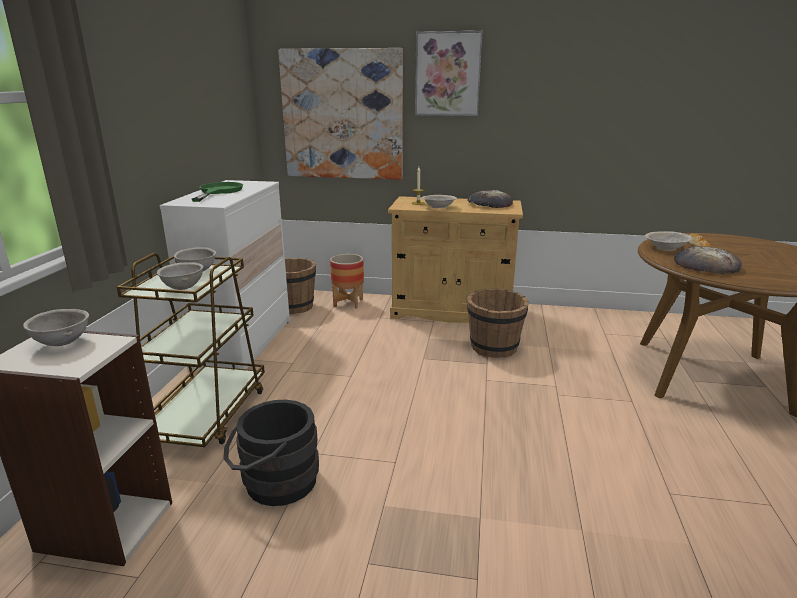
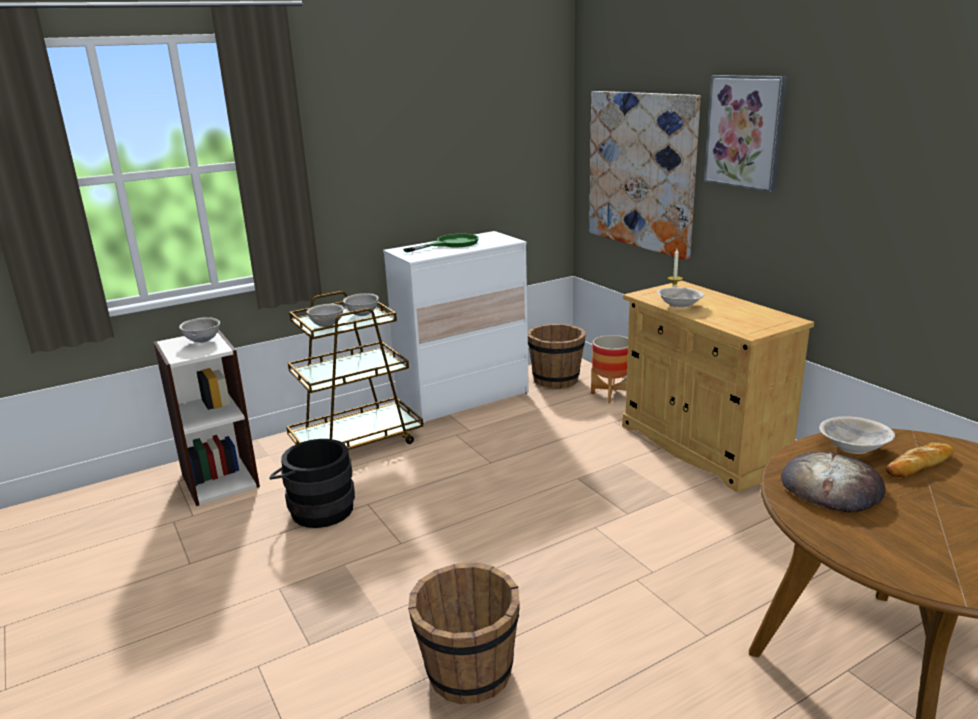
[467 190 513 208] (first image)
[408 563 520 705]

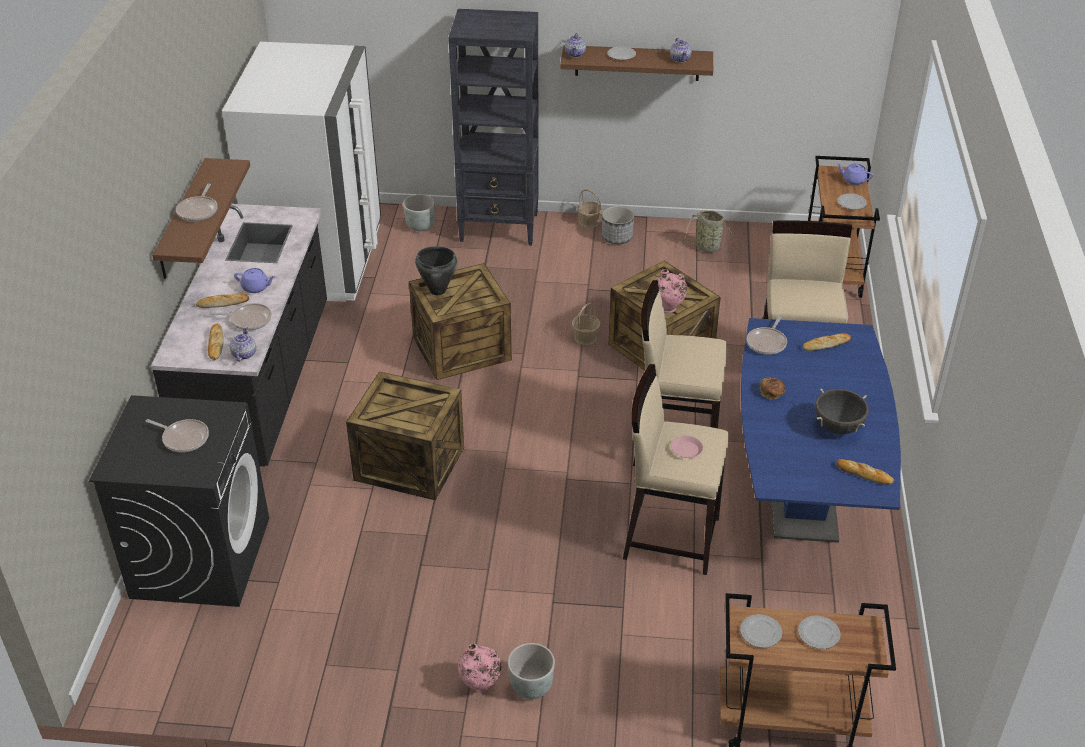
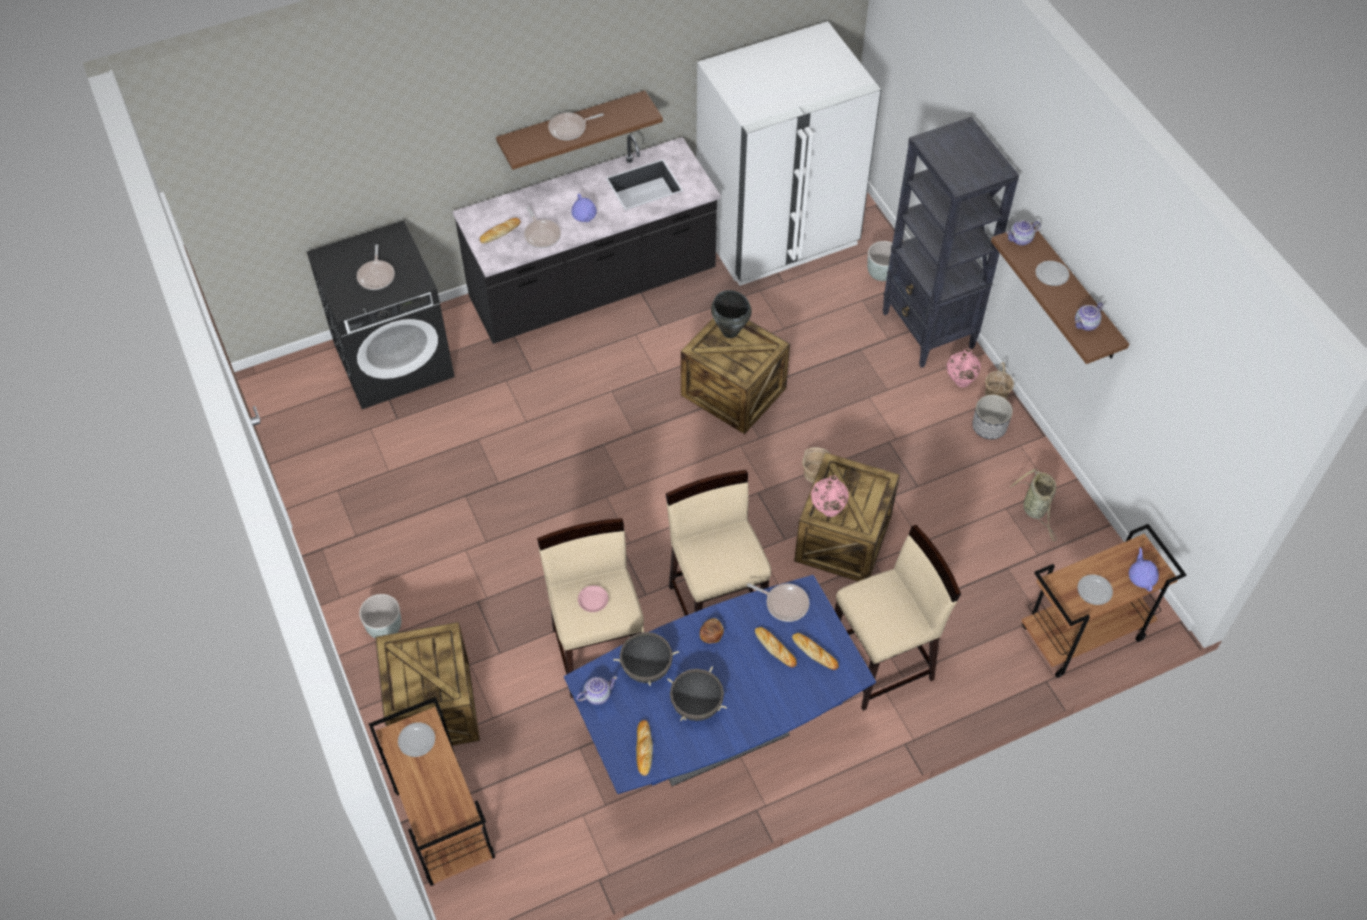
[755 627 797 668]
[747 583 809 622]
[576 676 617 705]
[375 622 480 746]
[798 616 840 649] (first image)
[947 348 981 387]
[613 627 679 686]

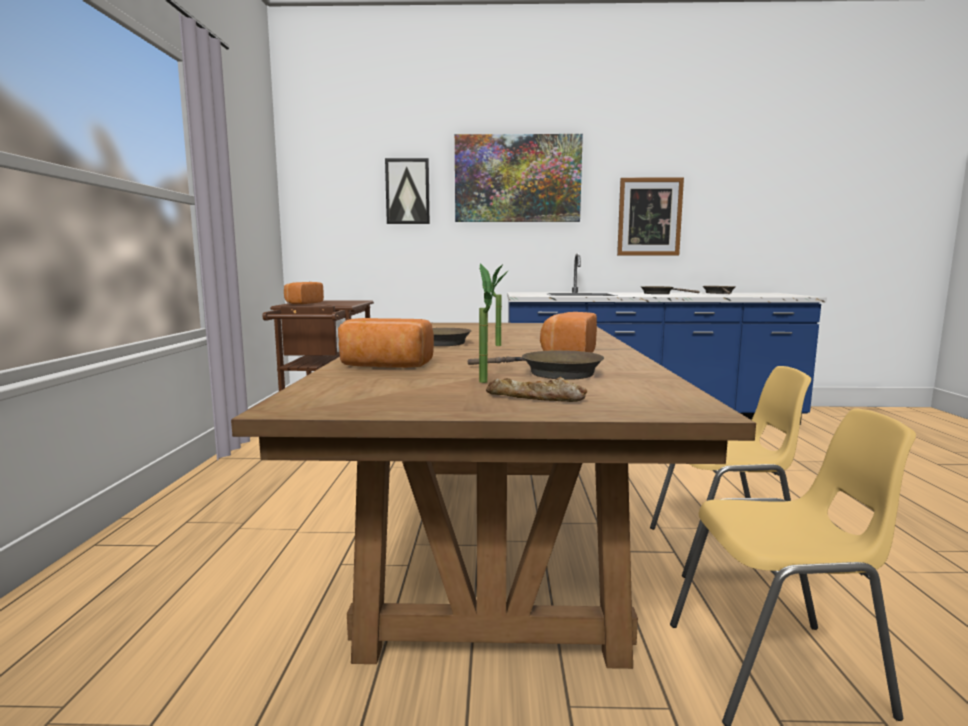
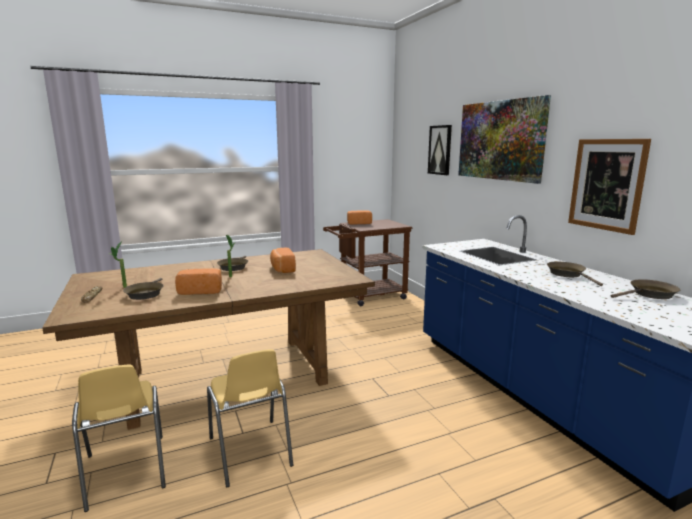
[270 248 296 273]

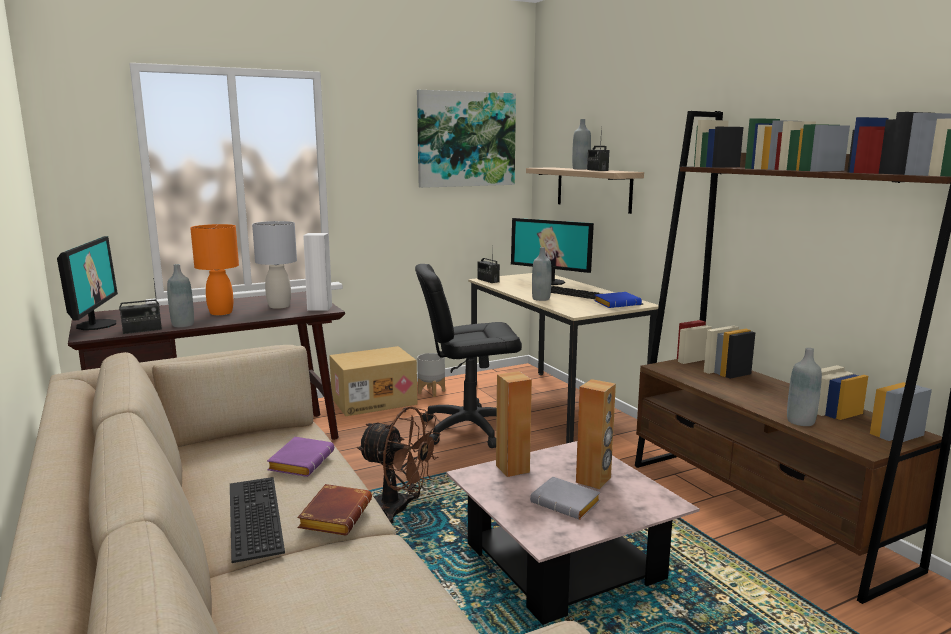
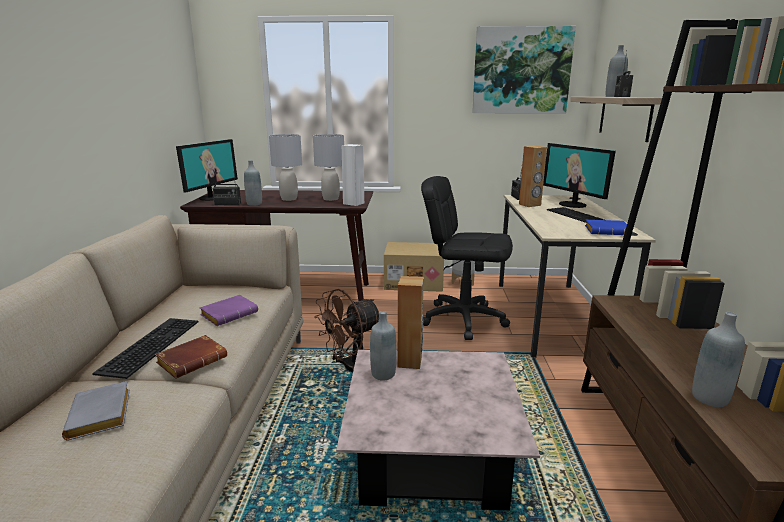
[269 134 302 201]
[370 311 396 381]
[519 146 547 207]
[314 289 379 373]
[62 381 130 440]

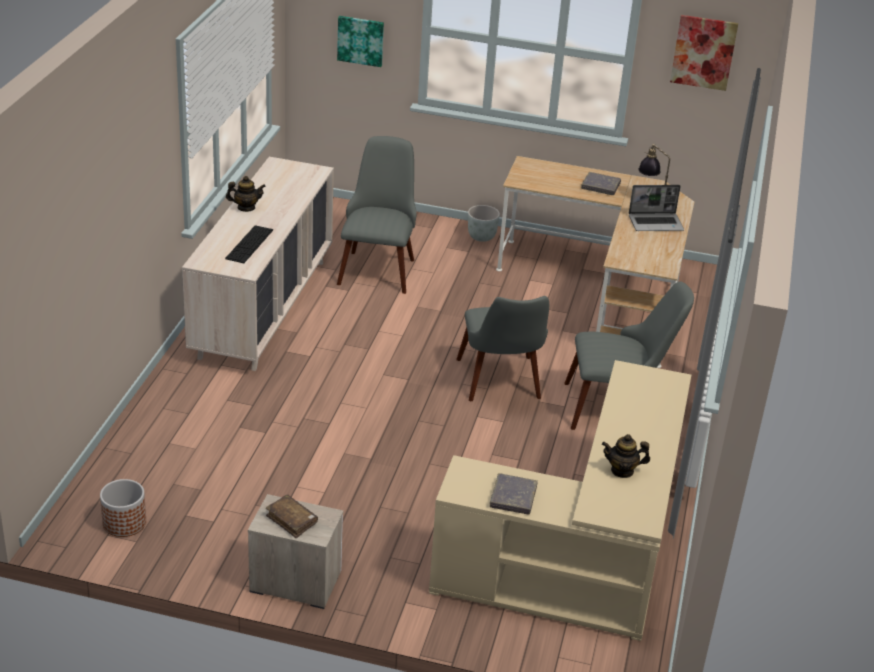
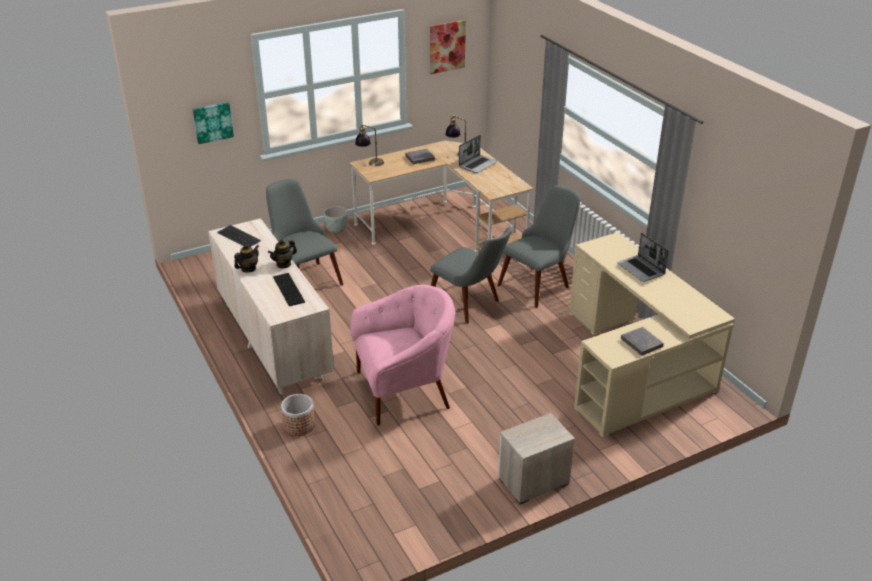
[268 239 297 269]
[281 394 315 436]
[266 495 318 538] (first image)
[355 124 384 166]
[217 225 261 247]
[617 233 669 282]
[350 285 455 425]

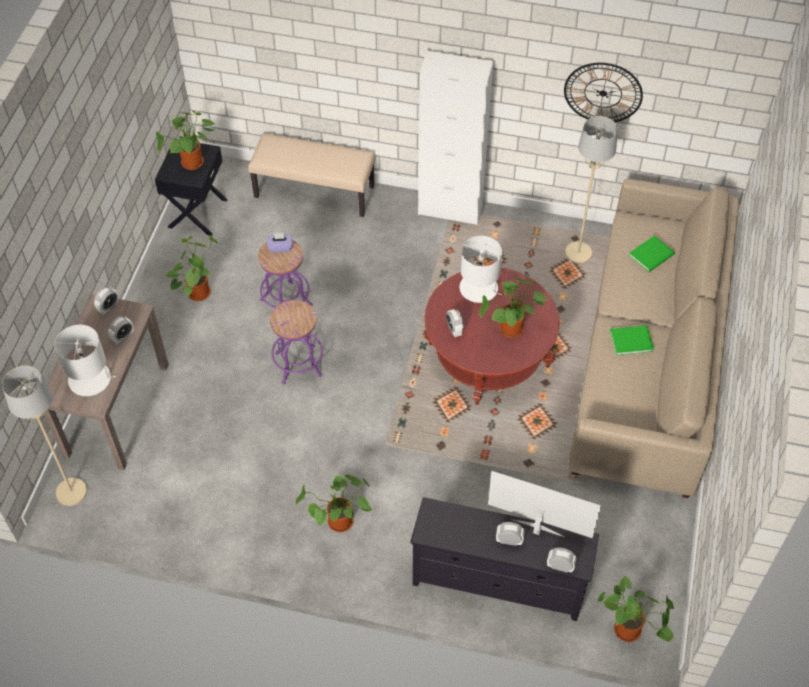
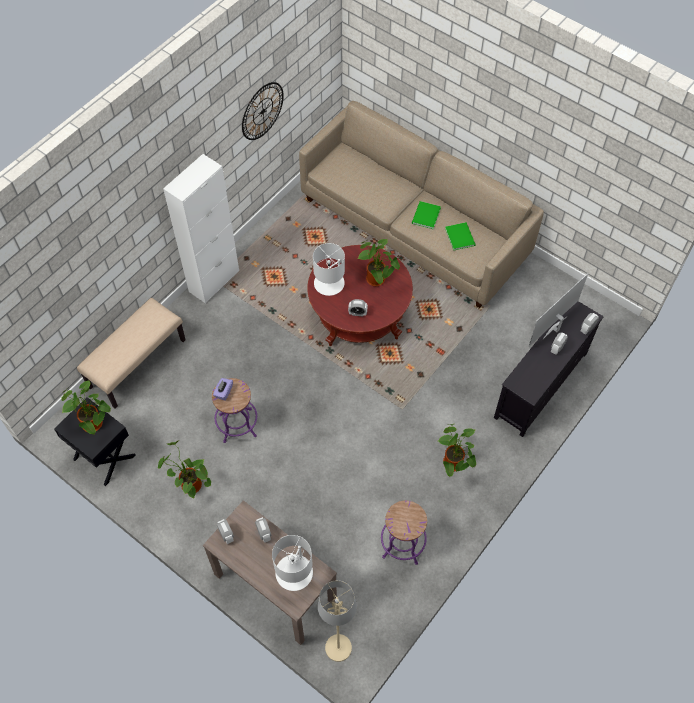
[565 116 618 263] (first image)
[445 222 476 250]
[381 501 427 565]
[597 575 674 642] (first image)

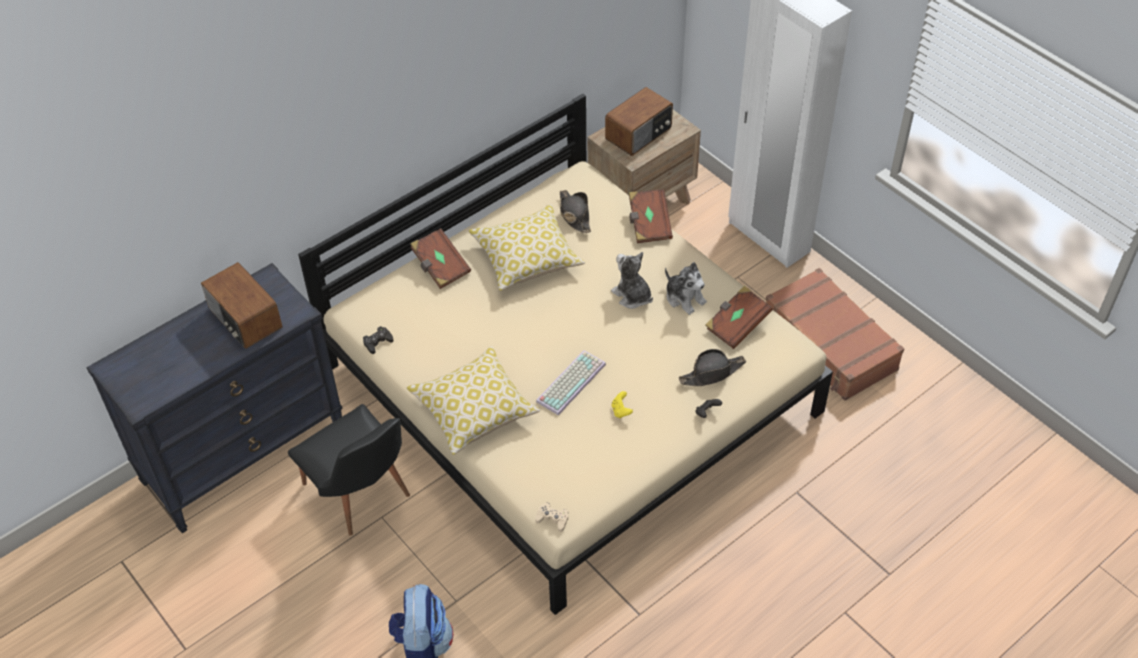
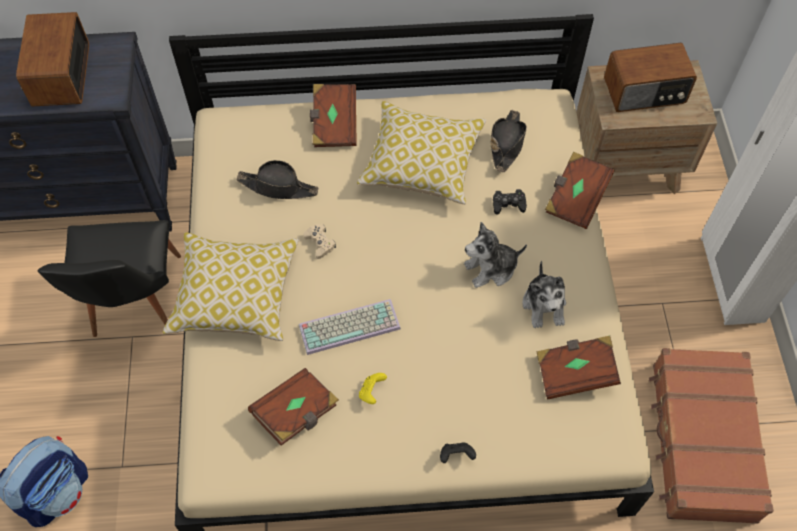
[464 222 527 288]
[493 189 527 214]
[237 160 318 199]
[303 224 336 259]
[248 368 339 446]

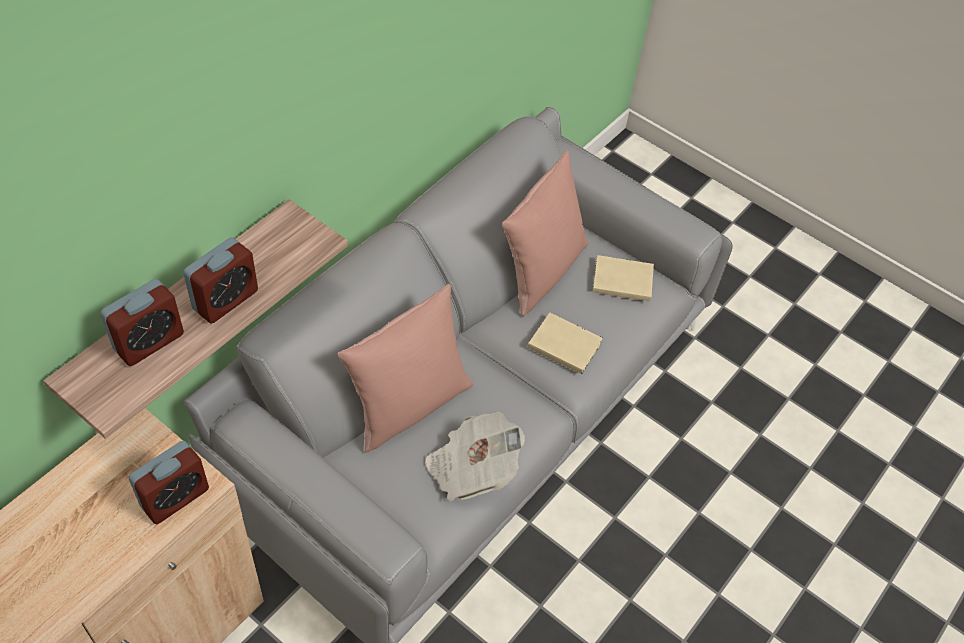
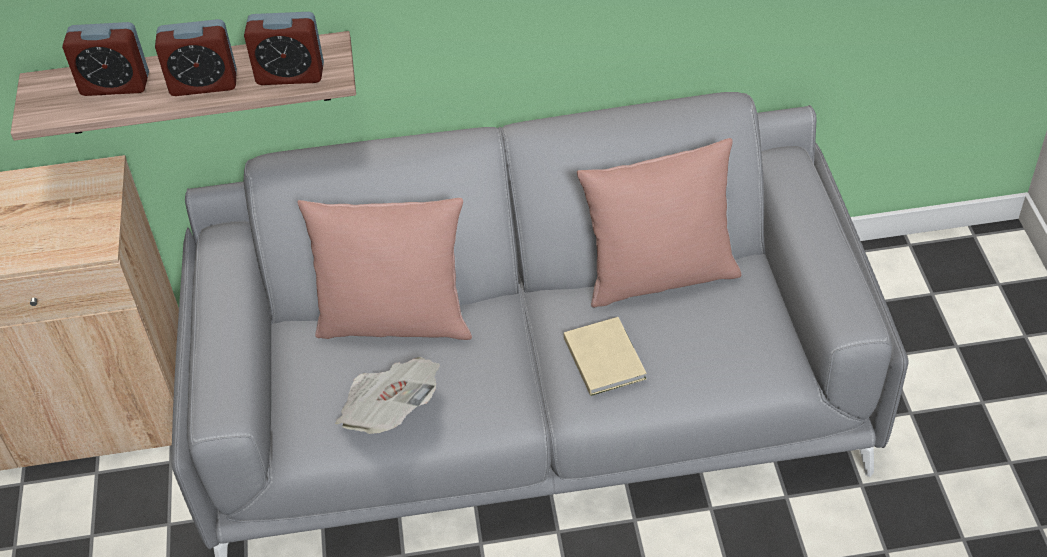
[593 255 654 301] (first image)
[244 12 324 85]

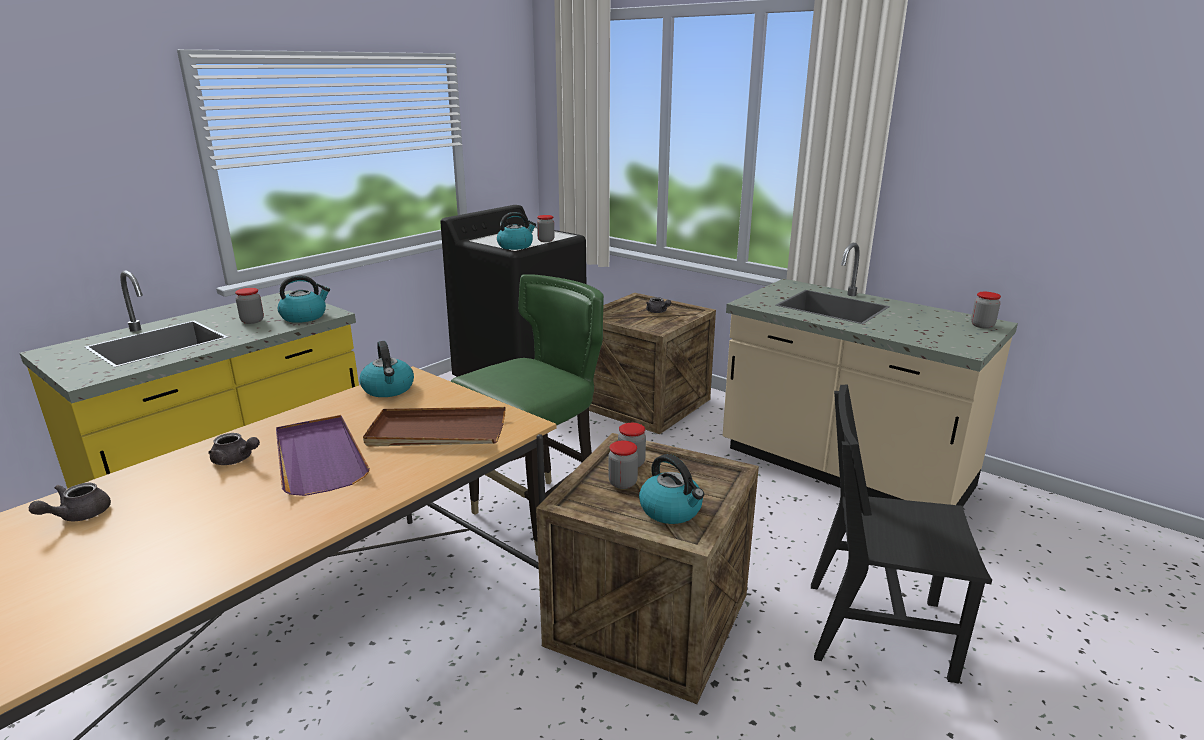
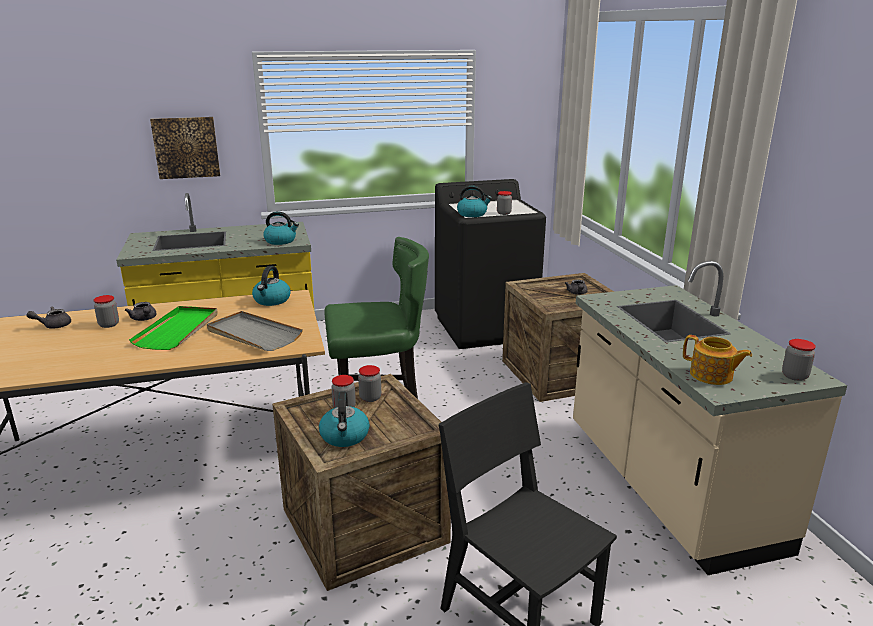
[94 295 119 328]
[207 311 303 351]
[129 306 218 350]
[150 117 220 179]
[683 335 752 385]

